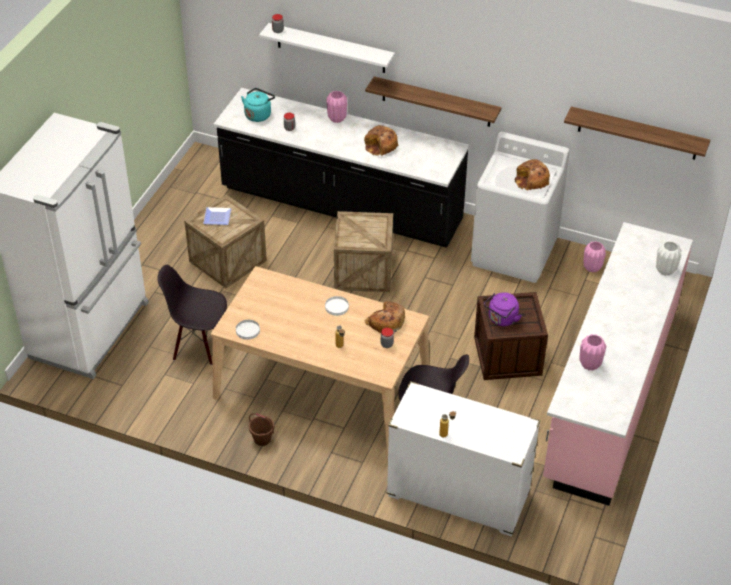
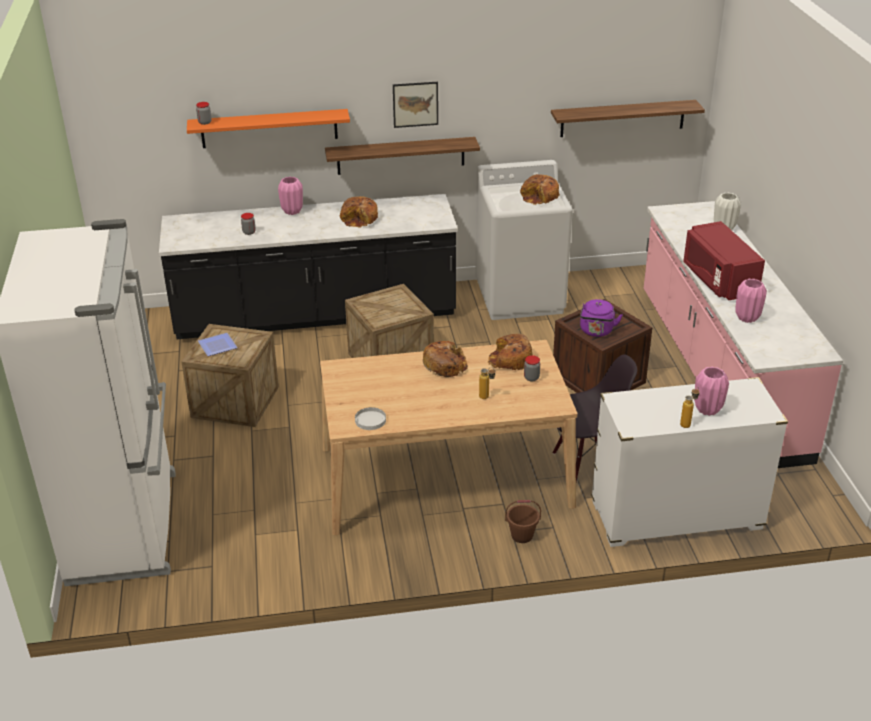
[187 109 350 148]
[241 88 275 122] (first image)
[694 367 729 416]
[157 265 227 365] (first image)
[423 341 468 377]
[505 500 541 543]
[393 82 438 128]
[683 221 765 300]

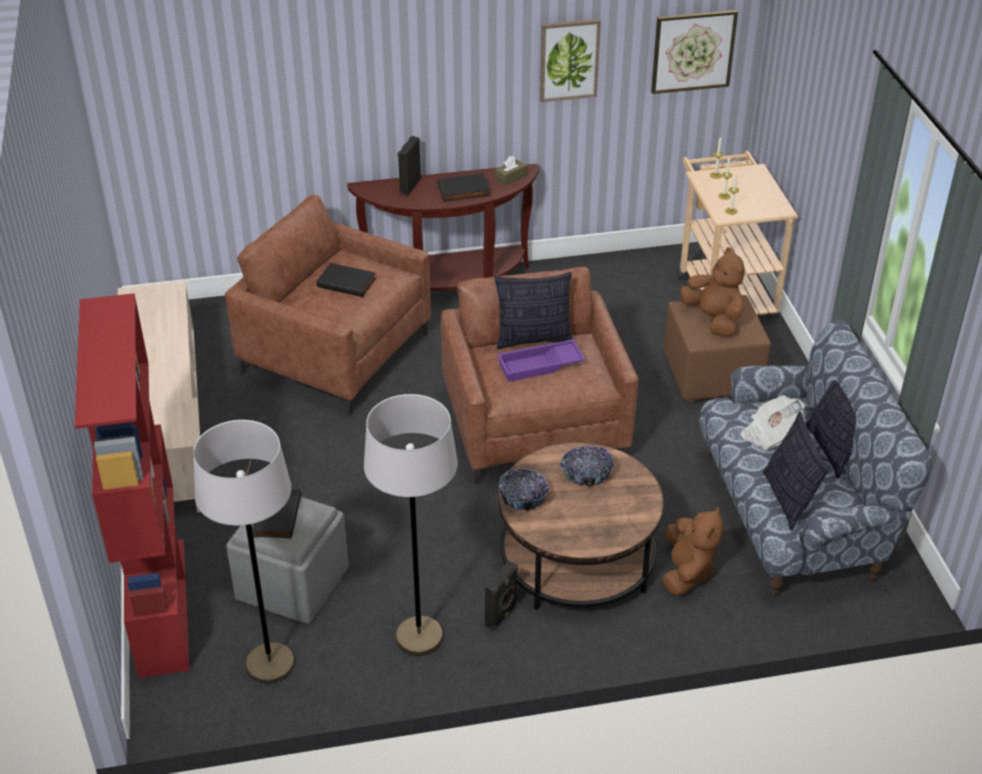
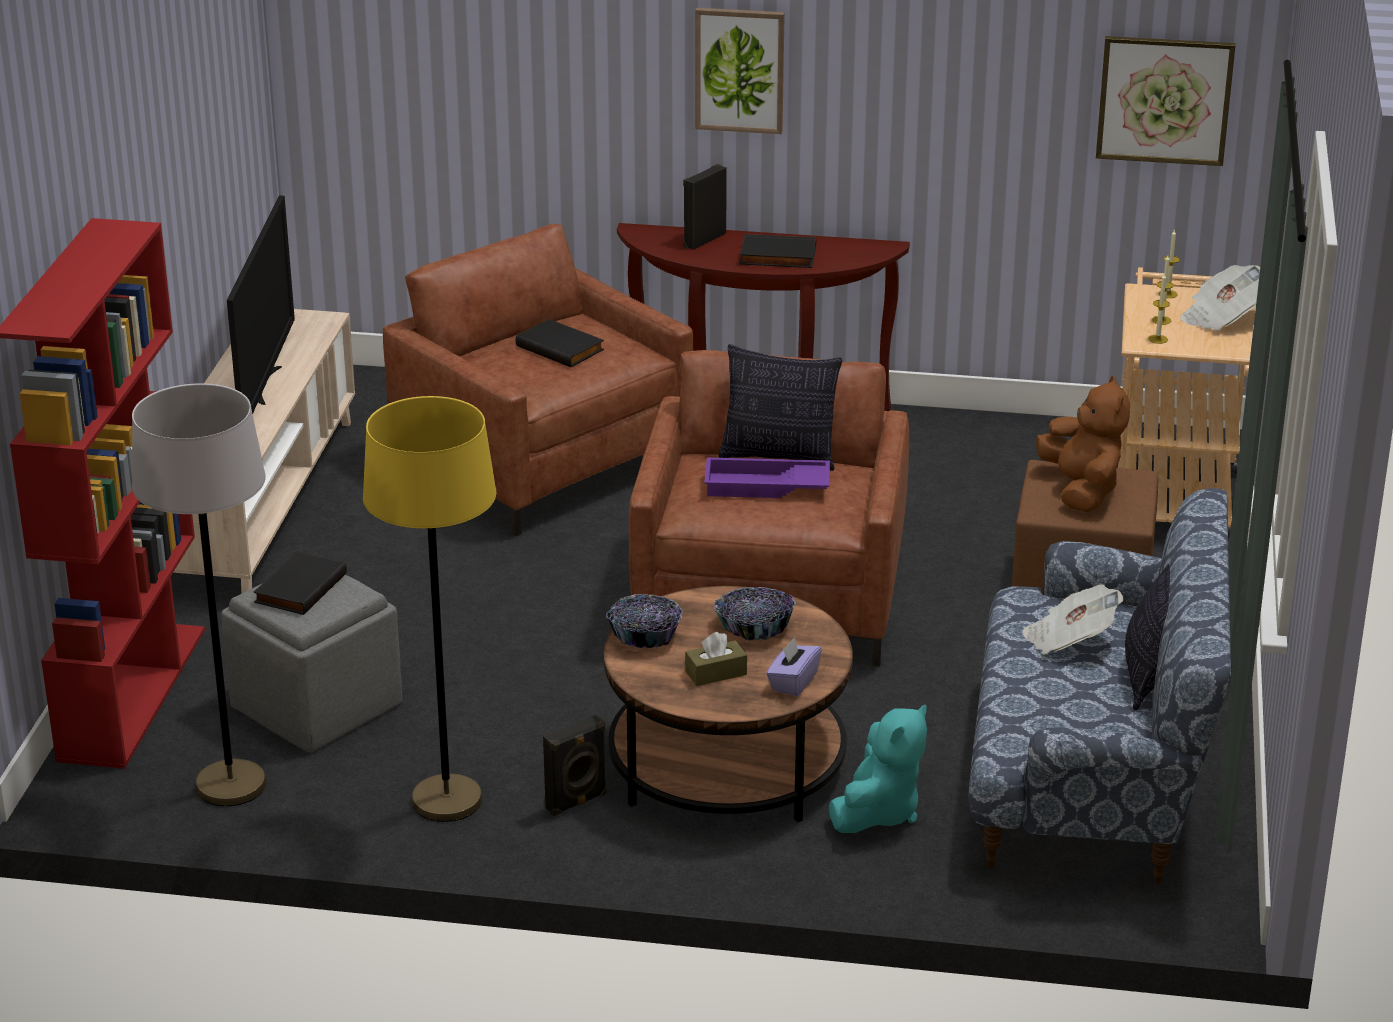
[695 8 785 134]
[685 632 747 686]
[363 396 496 822]
[763 412 830 531] (first image)
[829 704 927 833]
[227 196 295 414]
[1180 265 1260 331]
[766 637 822 697]

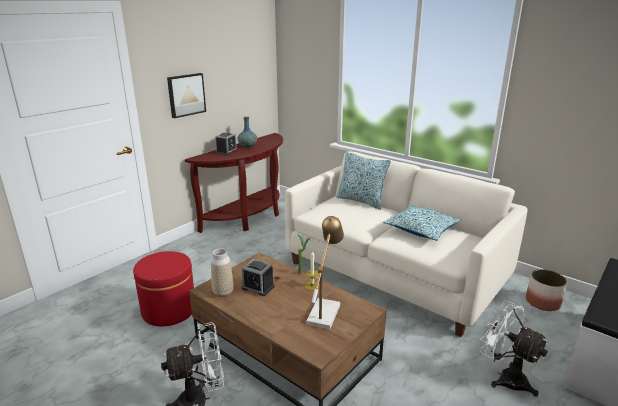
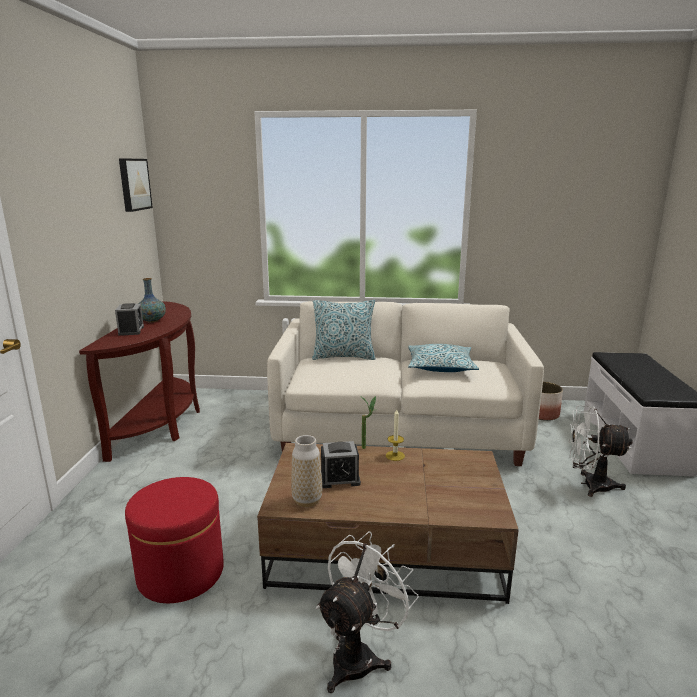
[119 158 153 212]
[306 216 344 330] (first image)

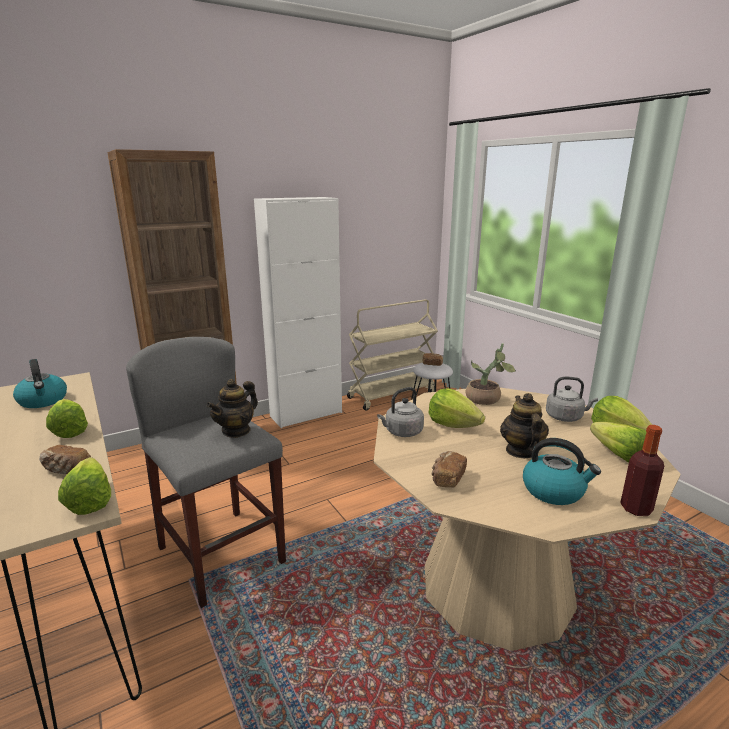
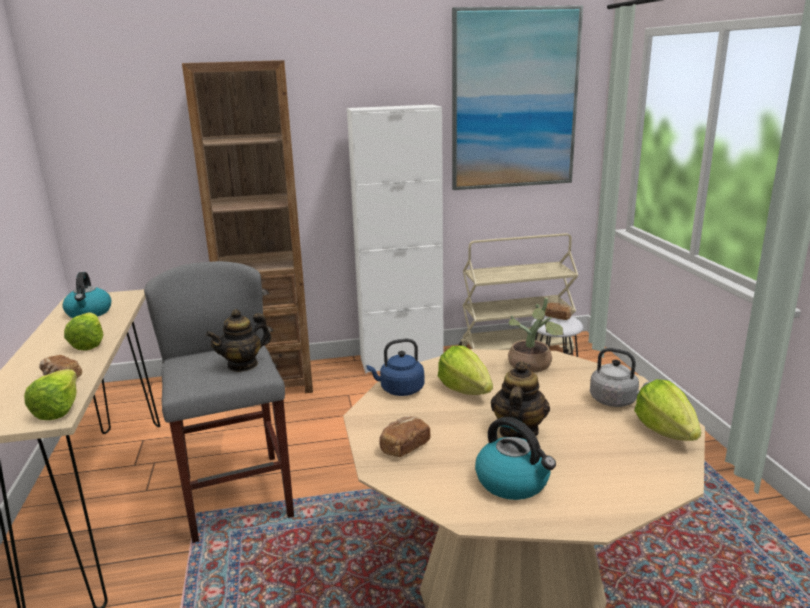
[367 339 425 396]
[590 422 646 463] (first image)
[620 425 664 516] (first image)
[452 5 583 190]

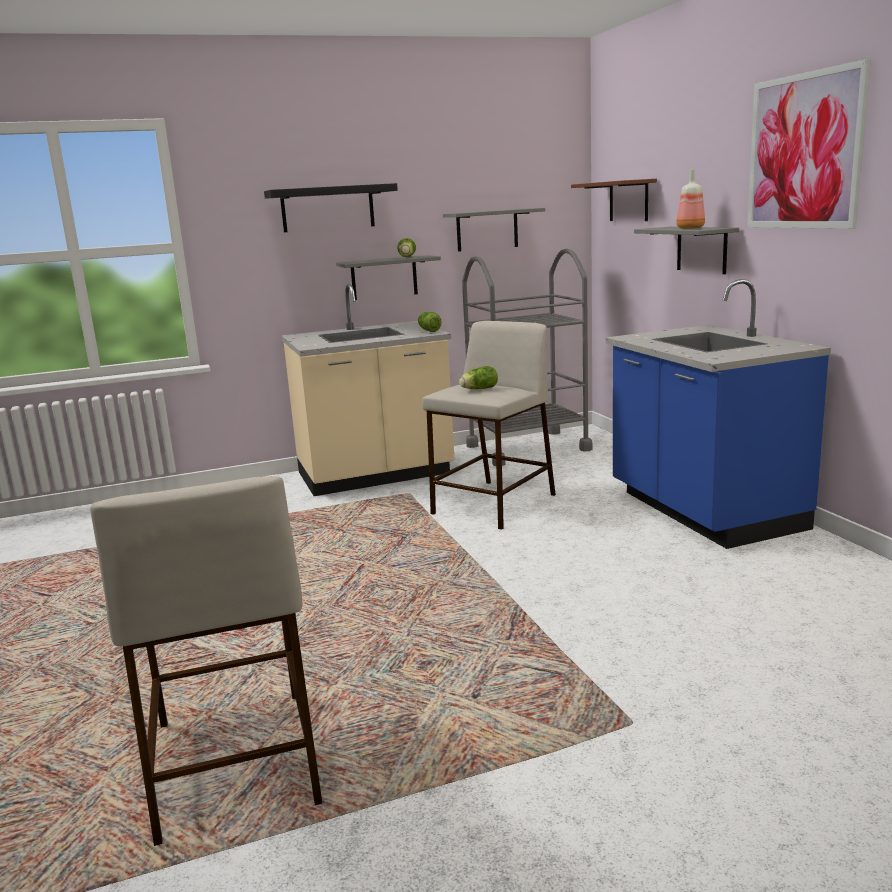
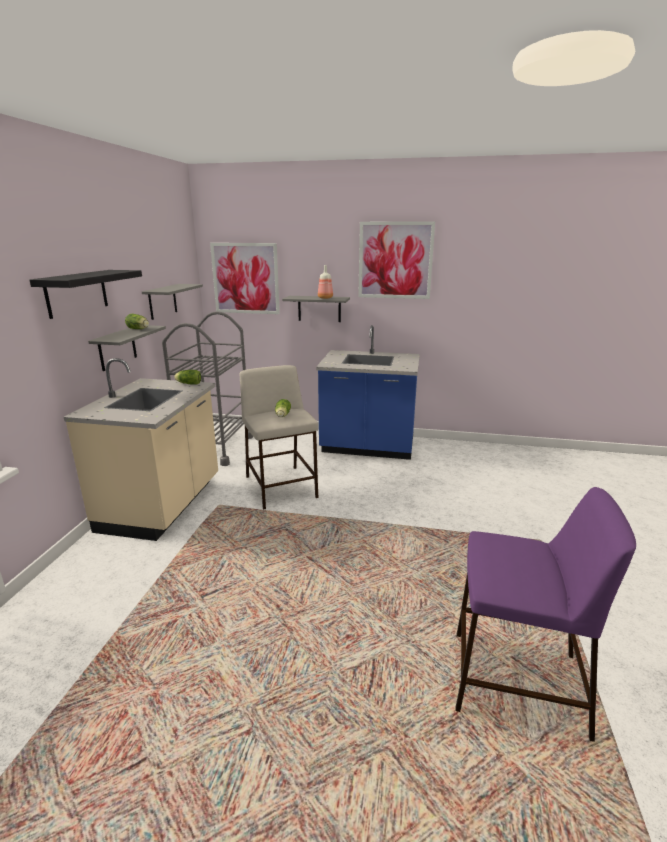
[210 243 280 314]
[455 487 636 742]

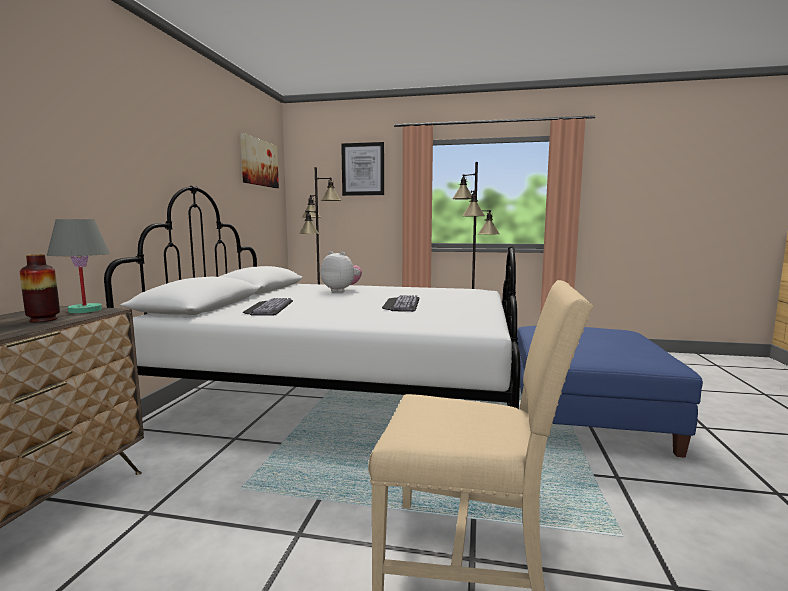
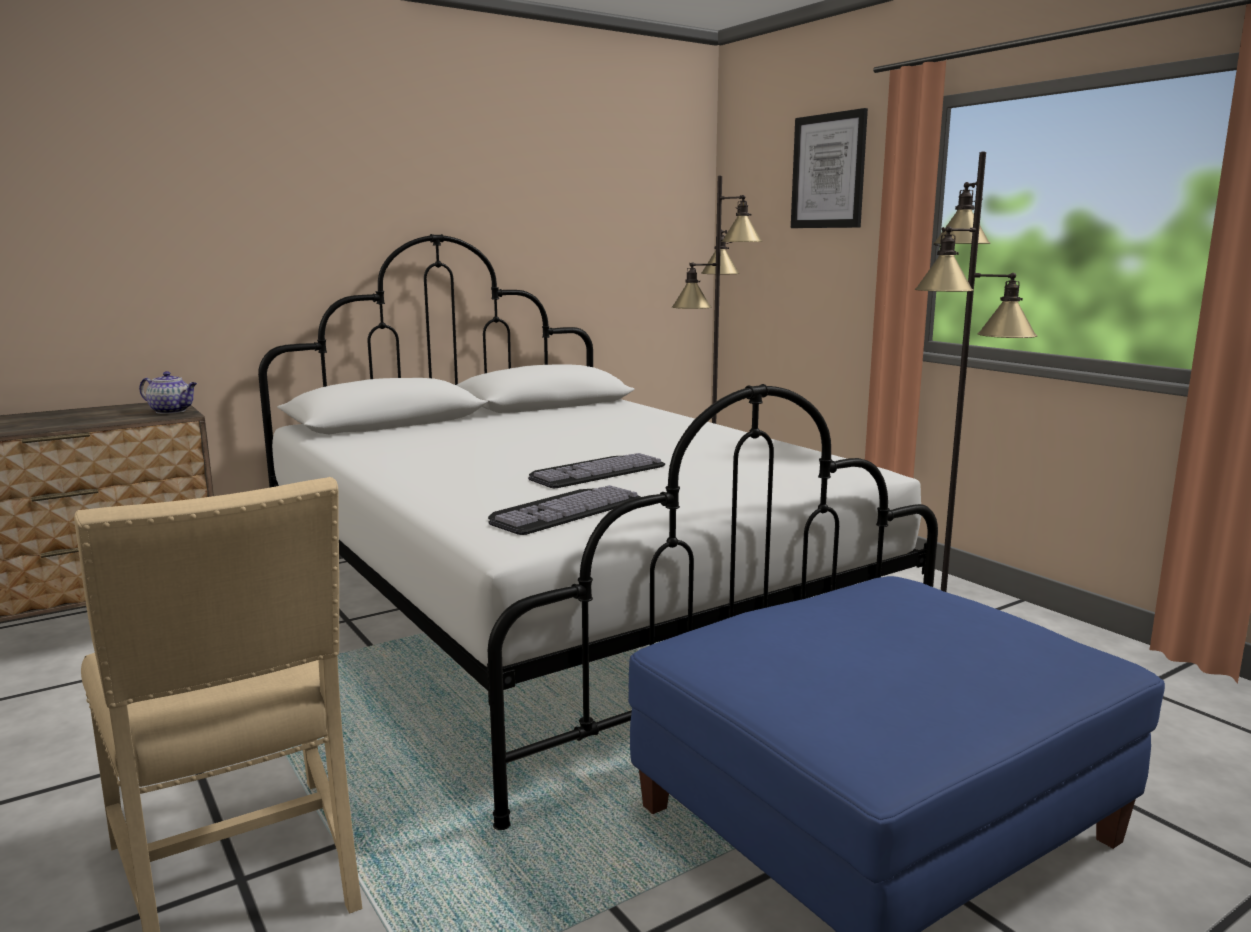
[240 133 279 188] (first image)
[139 371 197 414]
[321 251 362 292] (first image)
[20 254 60 322] (first image)
[488 485 641 535]

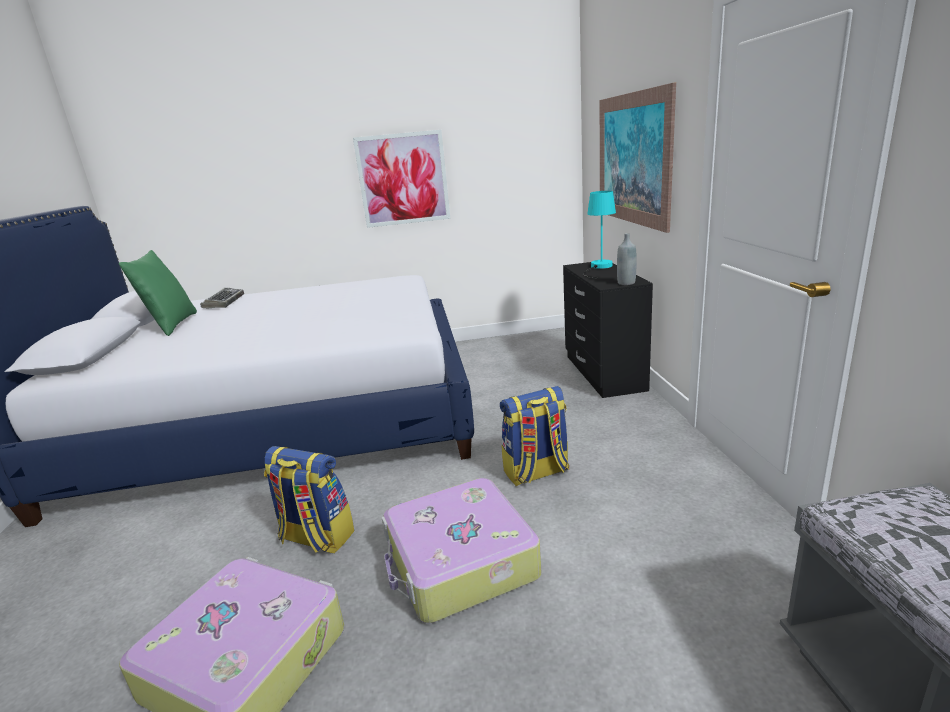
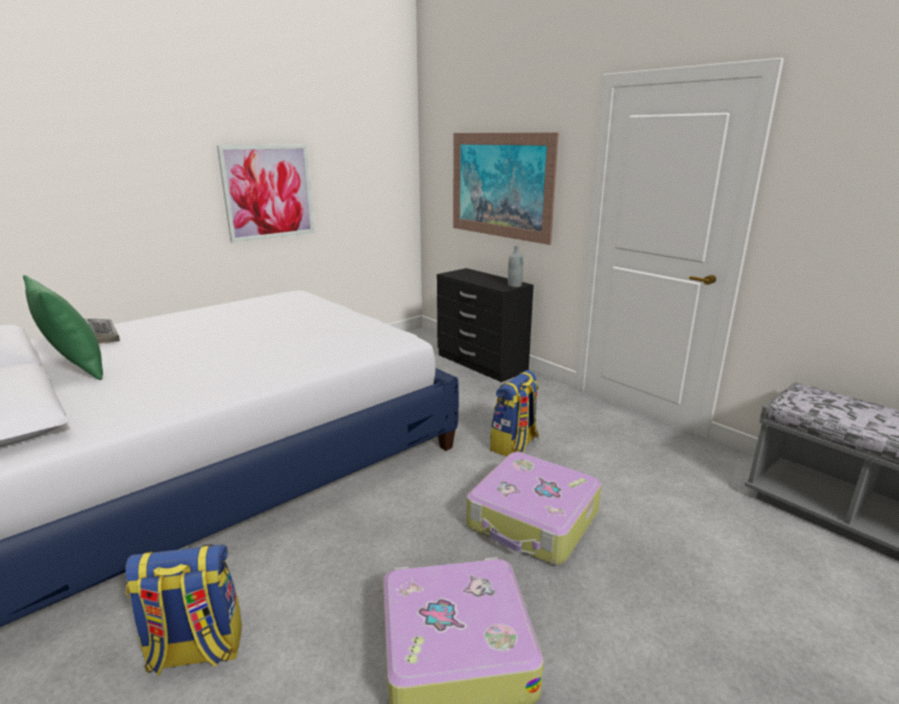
[583 191 616 278] (first image)
[125 544 242 676]

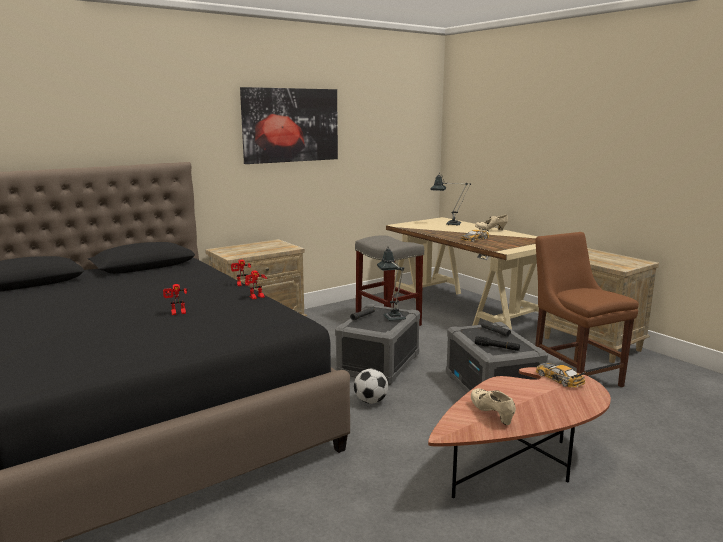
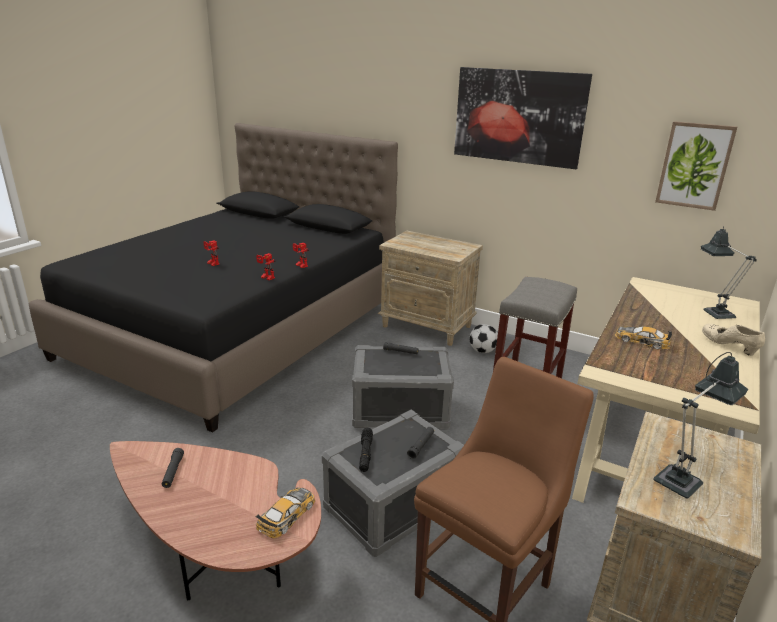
[653 352 748 499]
[469 324 498 353]
[162 448 184 488]
[655 121 737 211]

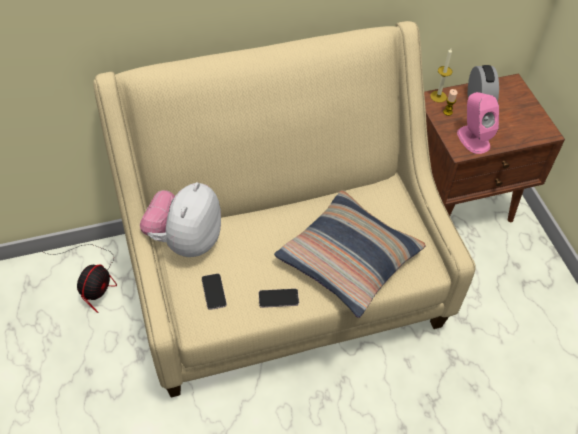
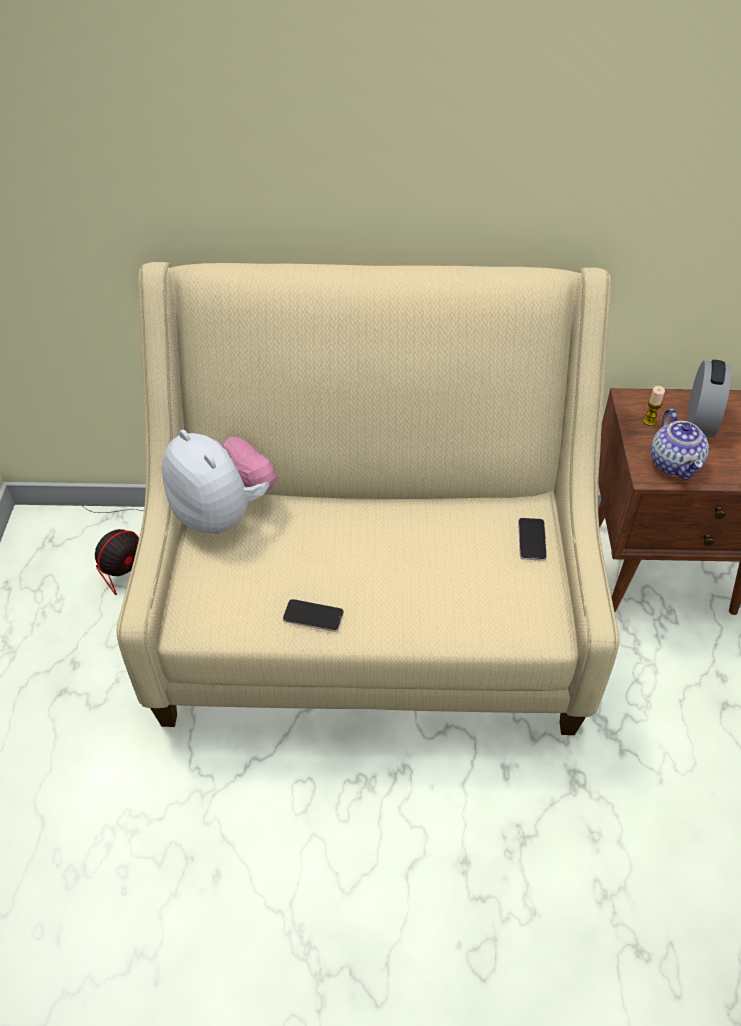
[430 49 452 103] (first image)
[651 409 709 480]
[162 430 276 533]
[274 190 426 318] (first image)
[518 518 547 561]

